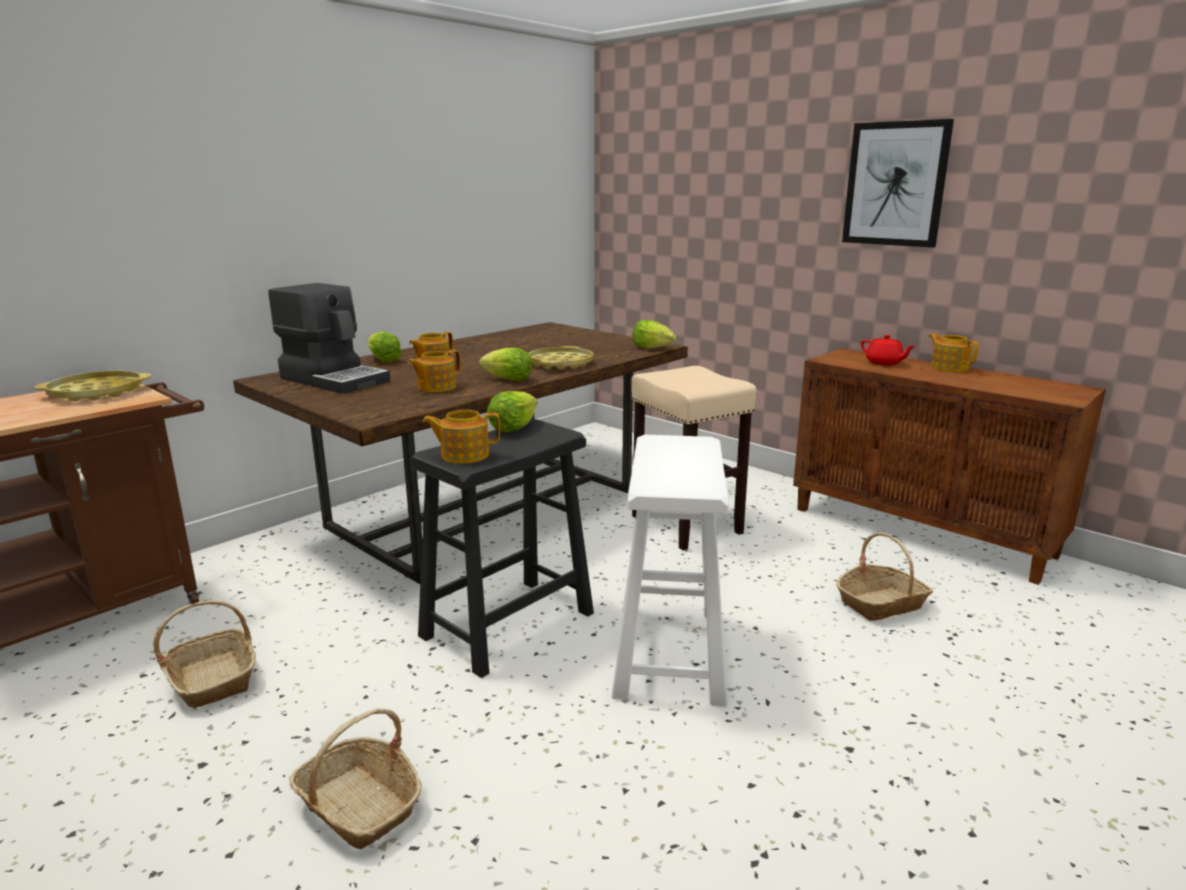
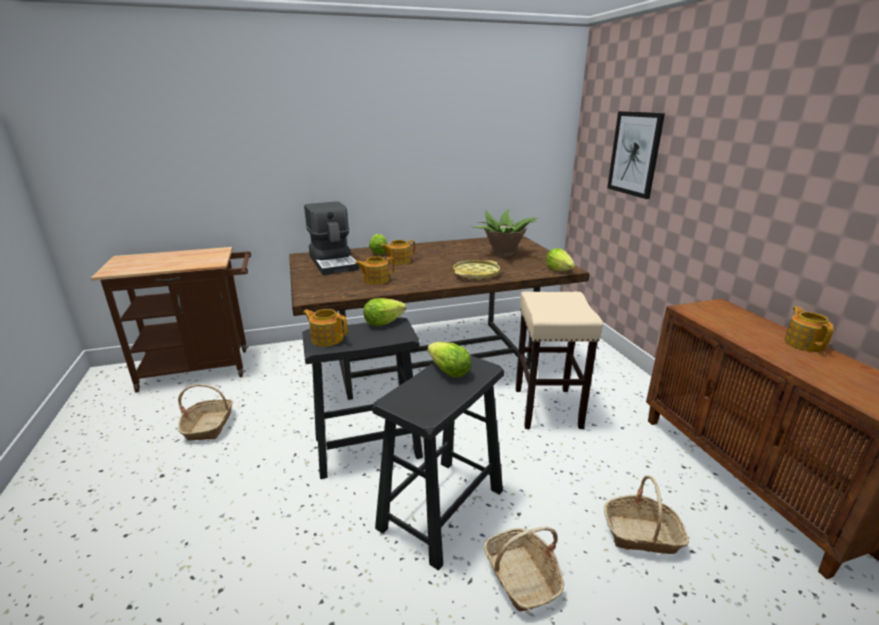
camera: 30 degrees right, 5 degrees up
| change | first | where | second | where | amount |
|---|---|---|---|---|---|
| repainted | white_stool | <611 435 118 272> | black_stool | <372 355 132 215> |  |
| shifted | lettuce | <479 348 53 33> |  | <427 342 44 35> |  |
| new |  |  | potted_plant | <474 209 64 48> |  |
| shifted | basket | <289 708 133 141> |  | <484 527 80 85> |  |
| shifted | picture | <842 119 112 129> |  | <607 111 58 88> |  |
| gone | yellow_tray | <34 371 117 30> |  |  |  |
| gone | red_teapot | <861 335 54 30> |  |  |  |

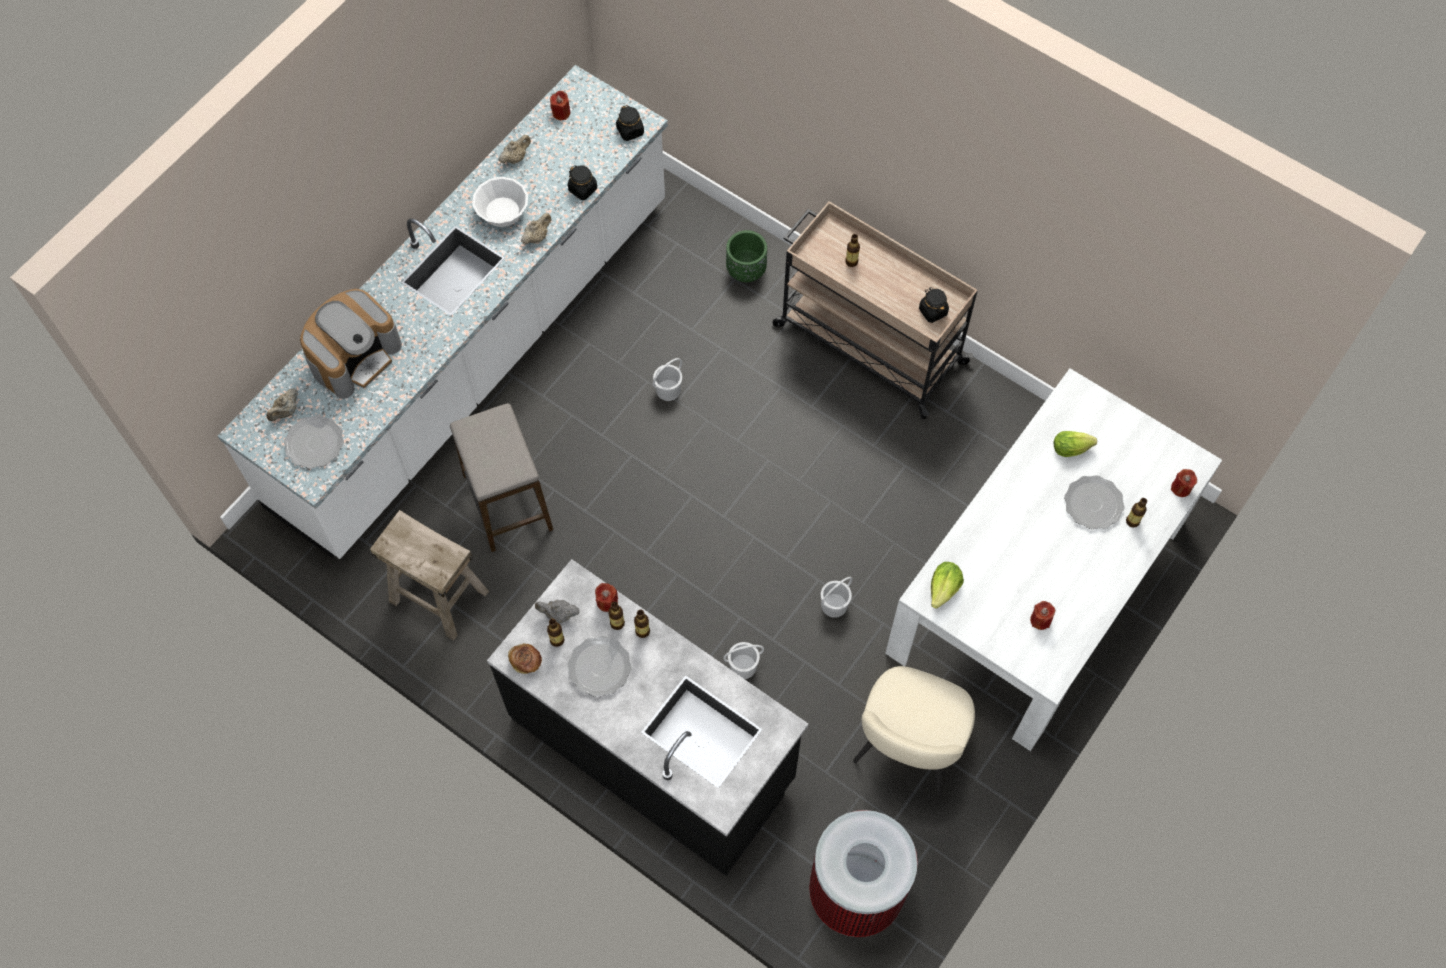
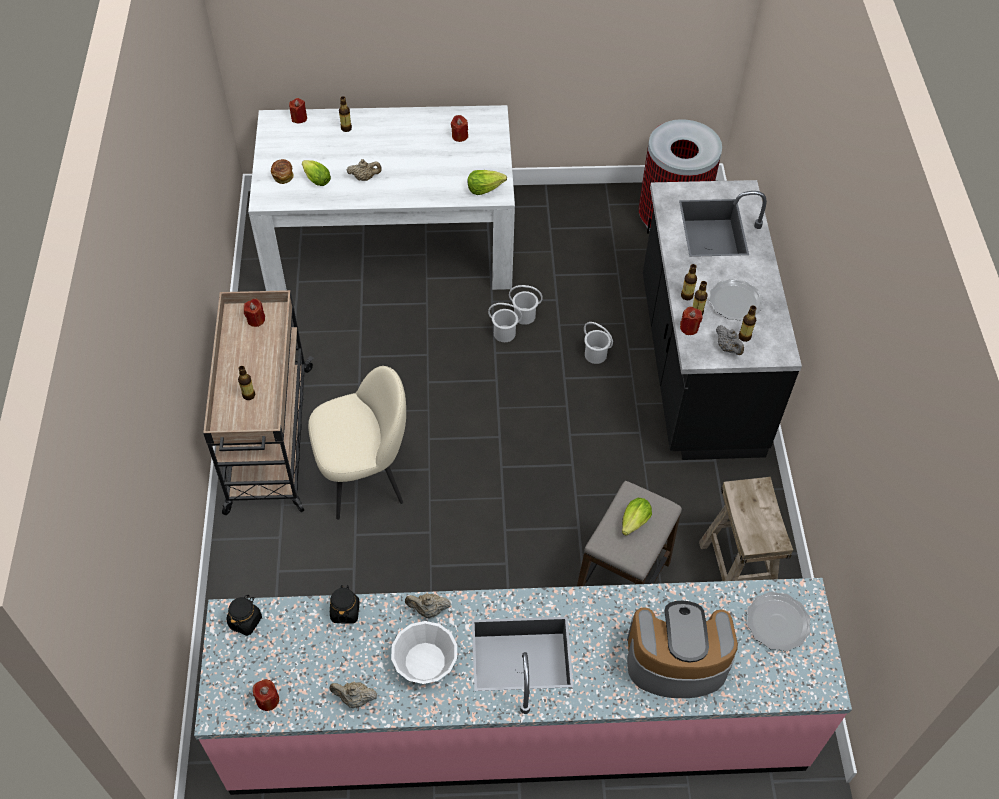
camera: 130 degrees left, 10 degrees down
| change | first | where | second | where | amount |
|---|---|---|---|---|---|
| repainted | white_counter | <218 65 450 494> | pink_counter | <194 578 658 217> |  |
| swapped | black_jar | <919 287 30 36> | red_candle | <244 298 21 29> |  |
| shifted | bread | <508 643 34 31> |  | <271 159 23 25> |  |
| shifted | beige_chair | <853 666 122 130> |  | <308 366 98 154> |  |
| shifted | beige_teapot | <266 388 32 33> |  | <347 159 35 22> |  |
| shifted | white_bucket | <653 358 29 43> |  | <509 285 34 40> |  |
| new |  |  | lettuce | <622 498 30 37> |  |
| gone | green_planter | <726 230 41 52> |  |  |  |
| gone | plate | <1064 475 61 54> |  |  |  |

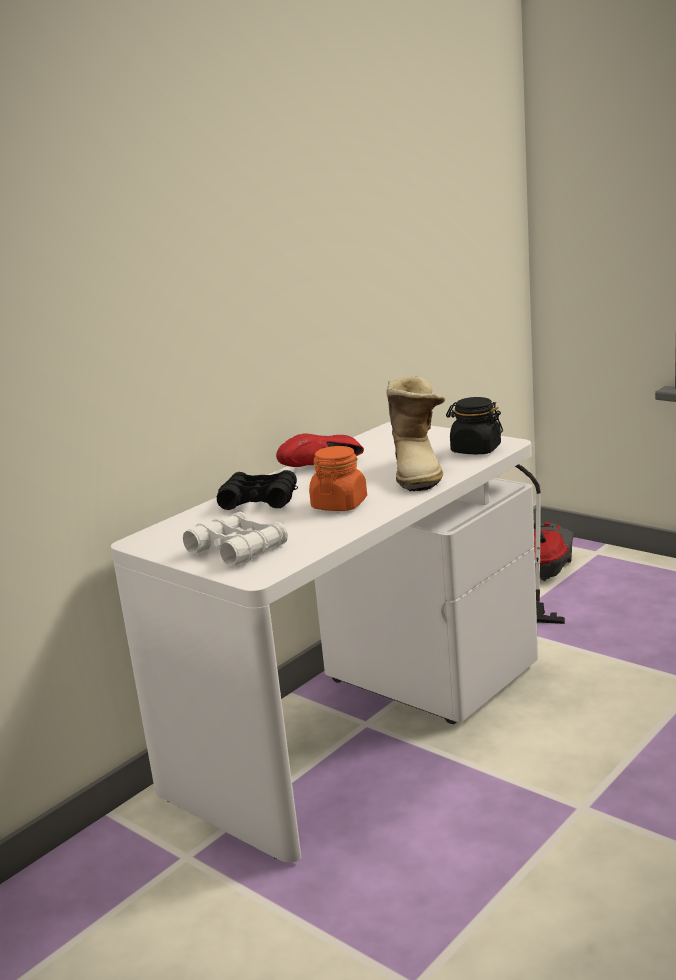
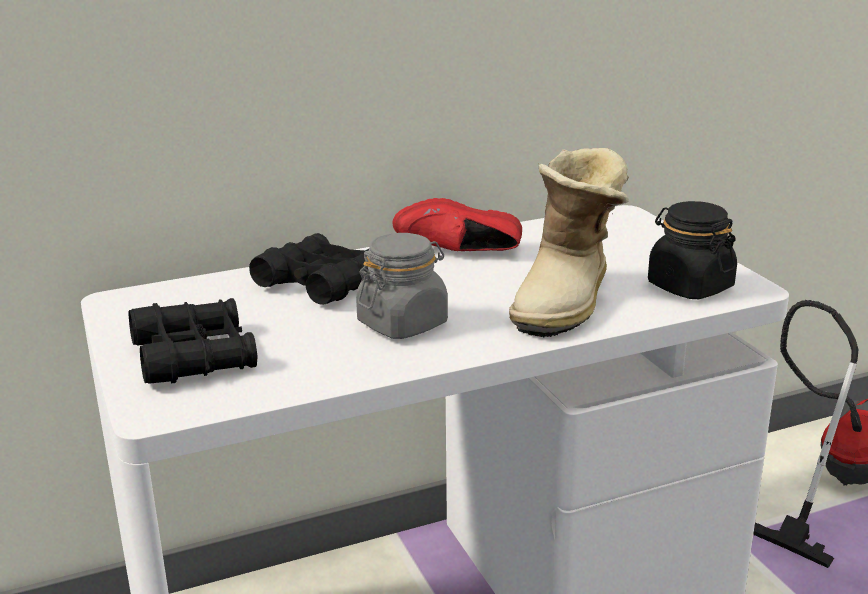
camera: 25 degrees right, 5 degrees up
| change | first | where | second | where | amount |
|---|---|---|---|---|---|
| repainted | white_binoculars | <183 512 105 54> | black_binoculars | <129 298 129 86> |  |
| repainted | orange_jar | <309 446 58 65> | grey_jar | <356 233 92 106> |  |

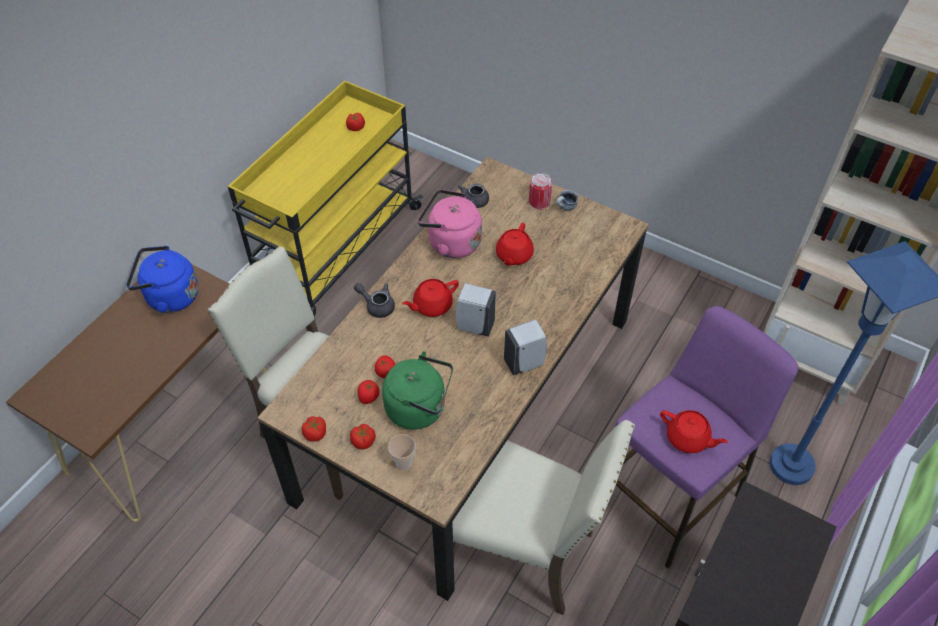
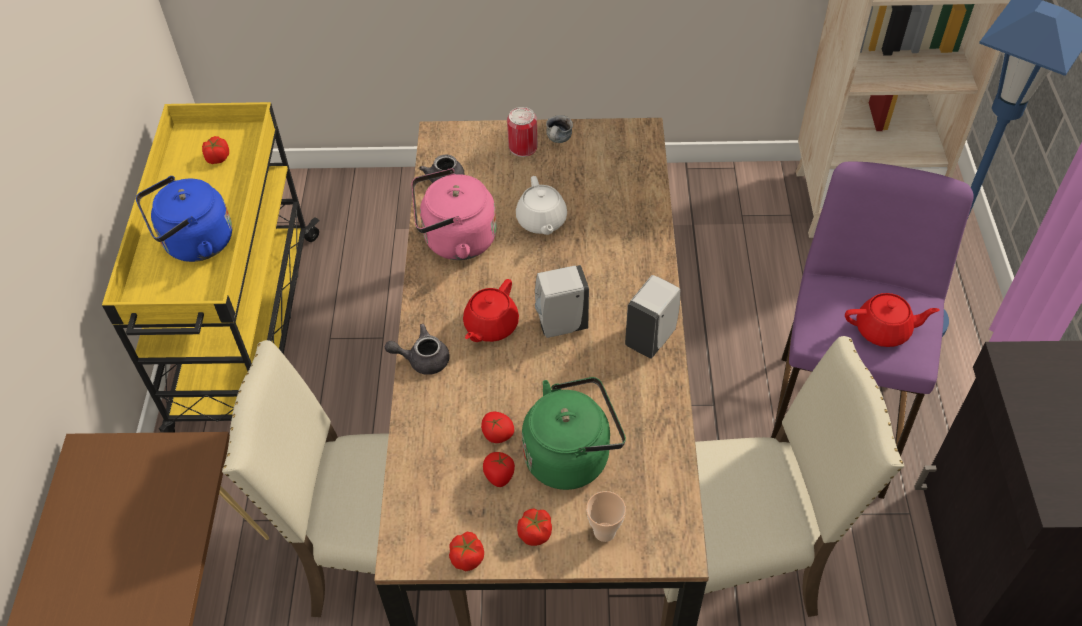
camera: 30 degrees left, 0 degrees up
| change | first | where | second | where | amount |
|---|---|---|---|---|---|
| shifted | blue_kettle | <126 246 73 67> |  | <136 176 96 86> |  |
| repainted | red_teapot | <496 223 38 43> | white_teapot | <516 176 51 59> |  |

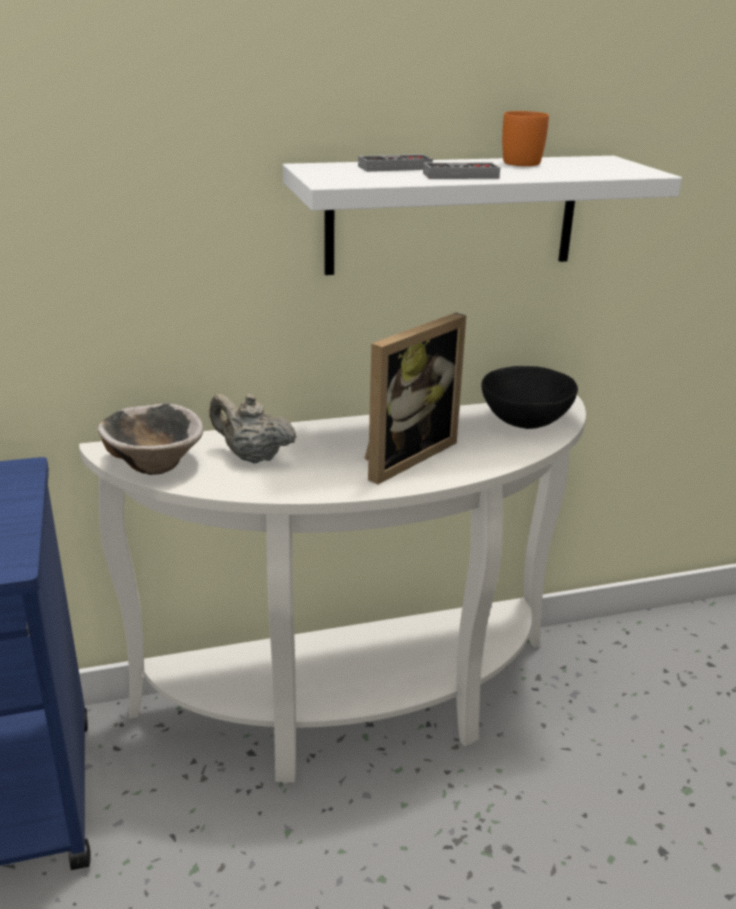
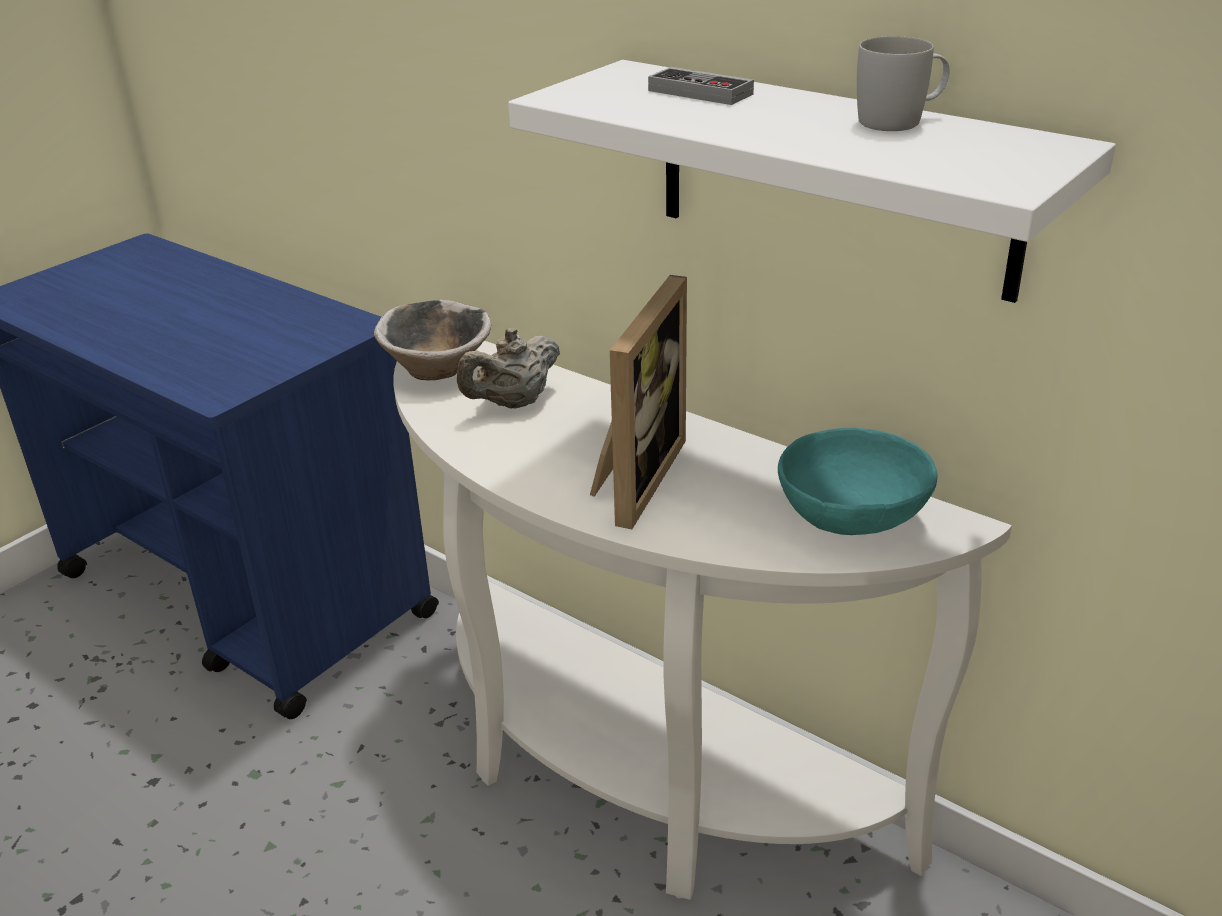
camera: 55 degrees right, 5 degrees up
| change | first | where | second | where | amount |
|---|---|---|---|---|---|
| rotated | beige_teapot | <209 394 88 70> |  | <457 328 103 80> | 120 degrees counterclockwise |
| rotated | picture_frame | <365 313 101 172> |  | <590 275 97 254> | 75 degrees counterclockwise |
| repainted | black_bowl | <482 366 96 63> | turquoise_bowl | <778 428 160 107> |  |
| repainted | orange_mug | <502 111 47 55> | white_mug | <857 36 92 95> |  |
| gone | game_controller | <423 162 77 17> |  |  |  |

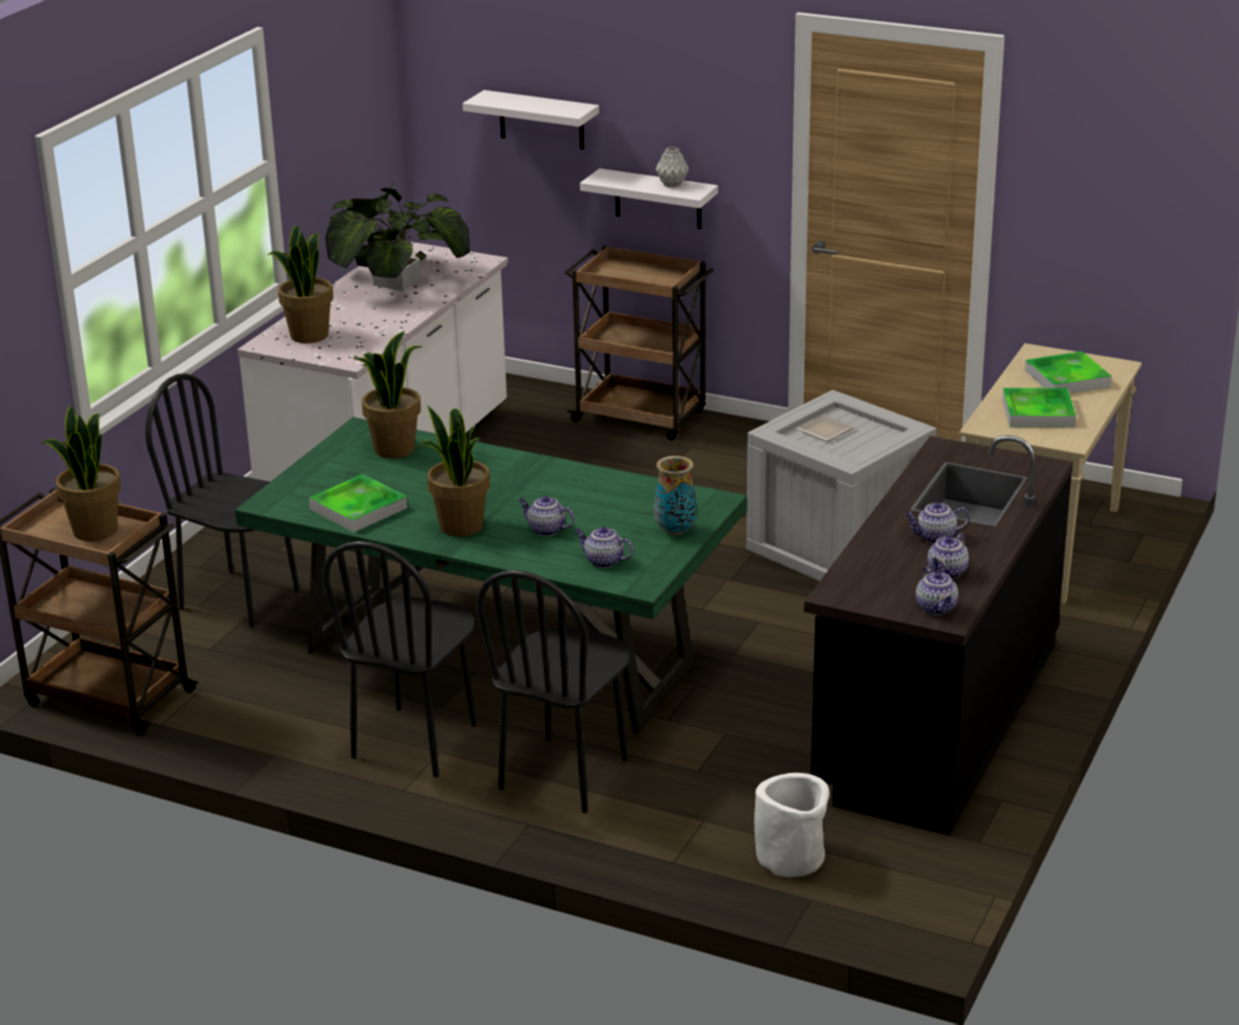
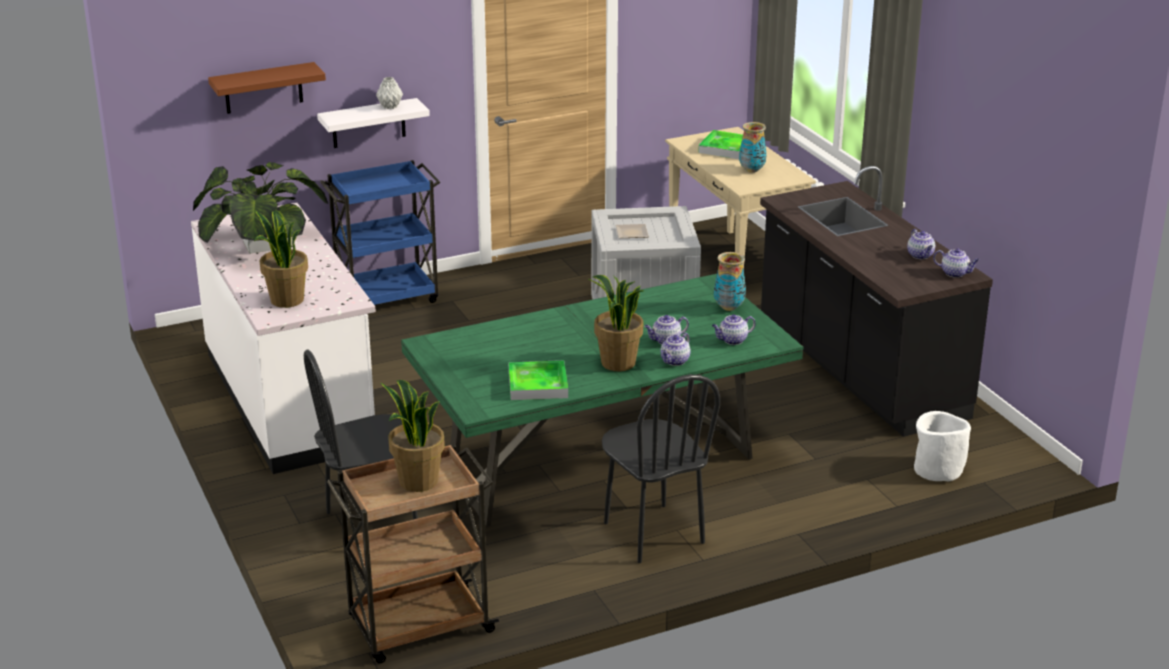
camera: 50 degrees left, 0 degrees up
| change | first | where | second | where | amount |
|---|---|---|---|---|---|
| repainted | white_shelf | <463 90 136 60> | brown_shelf | <208 62 118 52> |  |
| repainted | brown_cart | <565 245 149 196> | blue_cart | <320 160 120 145> |  |
| shifted | teapot | <905 502 65 41> |  | <661 333 30 33> |  |
| swapped | tray | <1002 388 74 39> | vase | <739 122 28 51> |  |
| gone | potted_plant | <353 331 70 128> |  |  |  |
| gone | black_chair | <477 570 152 243> |  |  |  |

